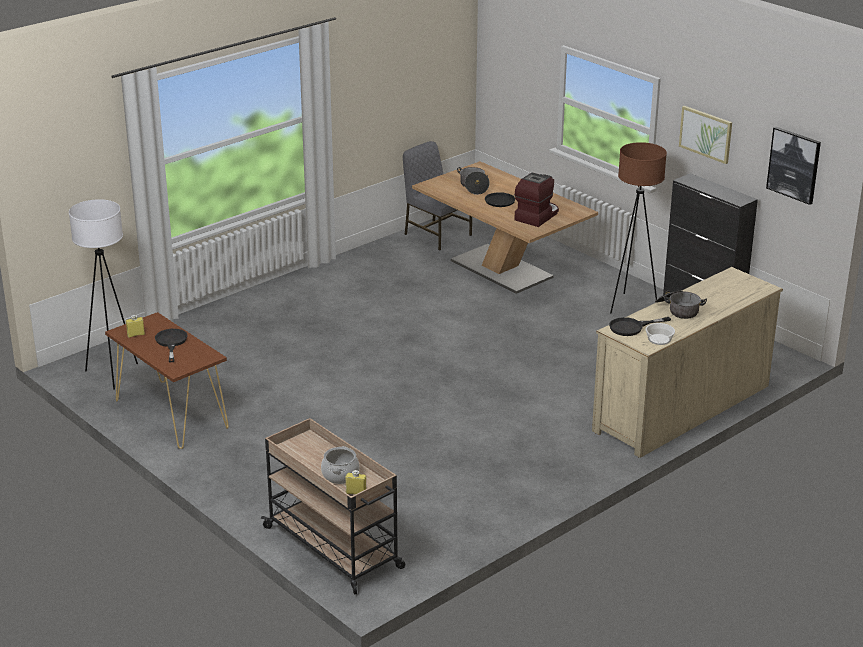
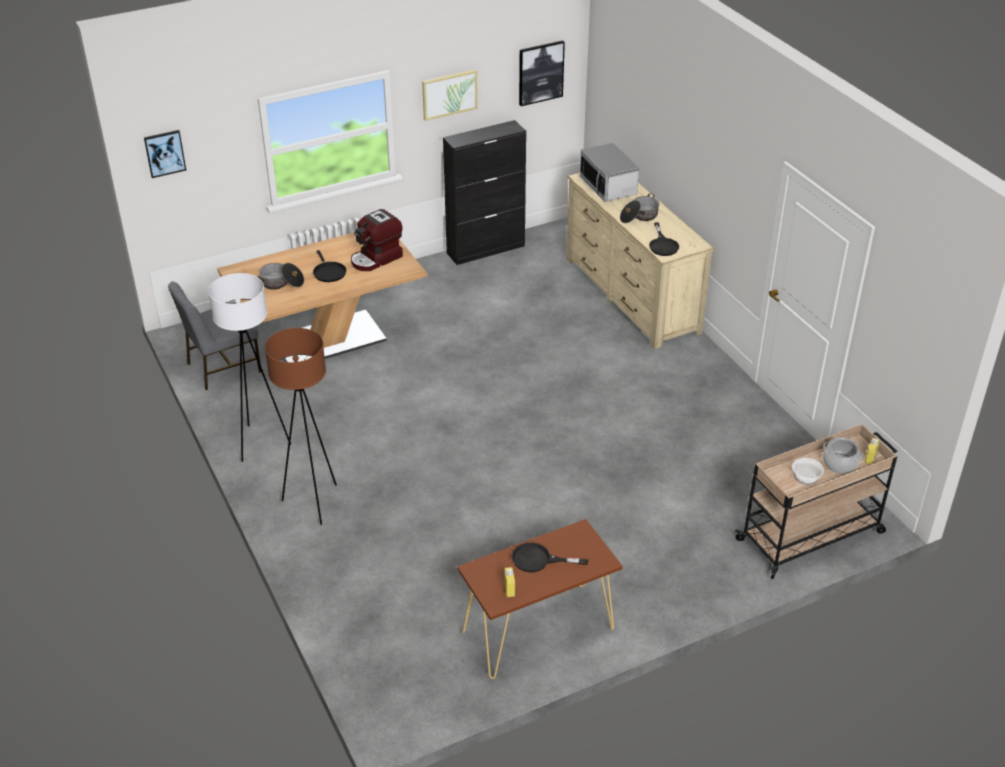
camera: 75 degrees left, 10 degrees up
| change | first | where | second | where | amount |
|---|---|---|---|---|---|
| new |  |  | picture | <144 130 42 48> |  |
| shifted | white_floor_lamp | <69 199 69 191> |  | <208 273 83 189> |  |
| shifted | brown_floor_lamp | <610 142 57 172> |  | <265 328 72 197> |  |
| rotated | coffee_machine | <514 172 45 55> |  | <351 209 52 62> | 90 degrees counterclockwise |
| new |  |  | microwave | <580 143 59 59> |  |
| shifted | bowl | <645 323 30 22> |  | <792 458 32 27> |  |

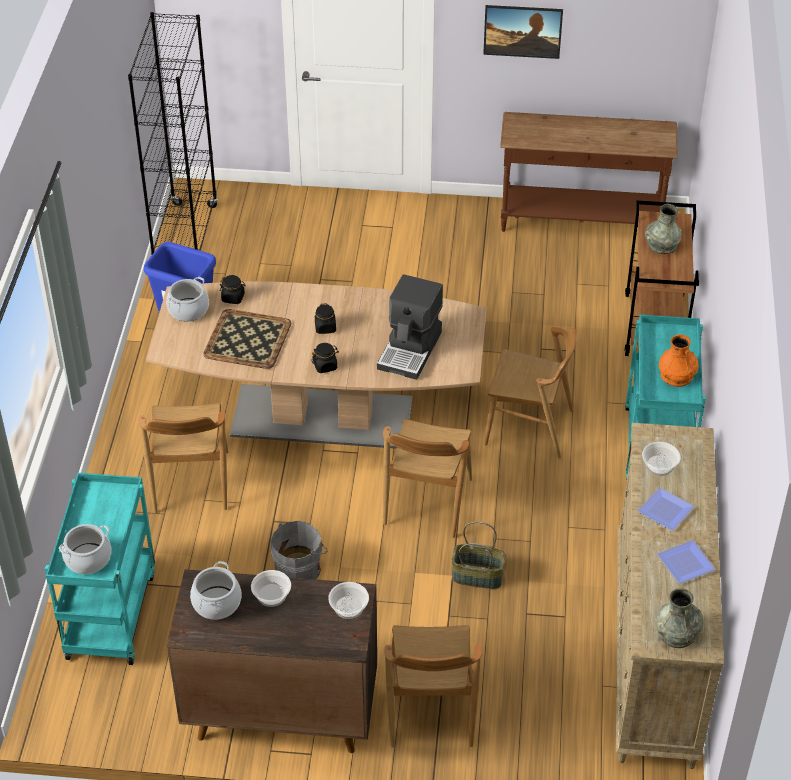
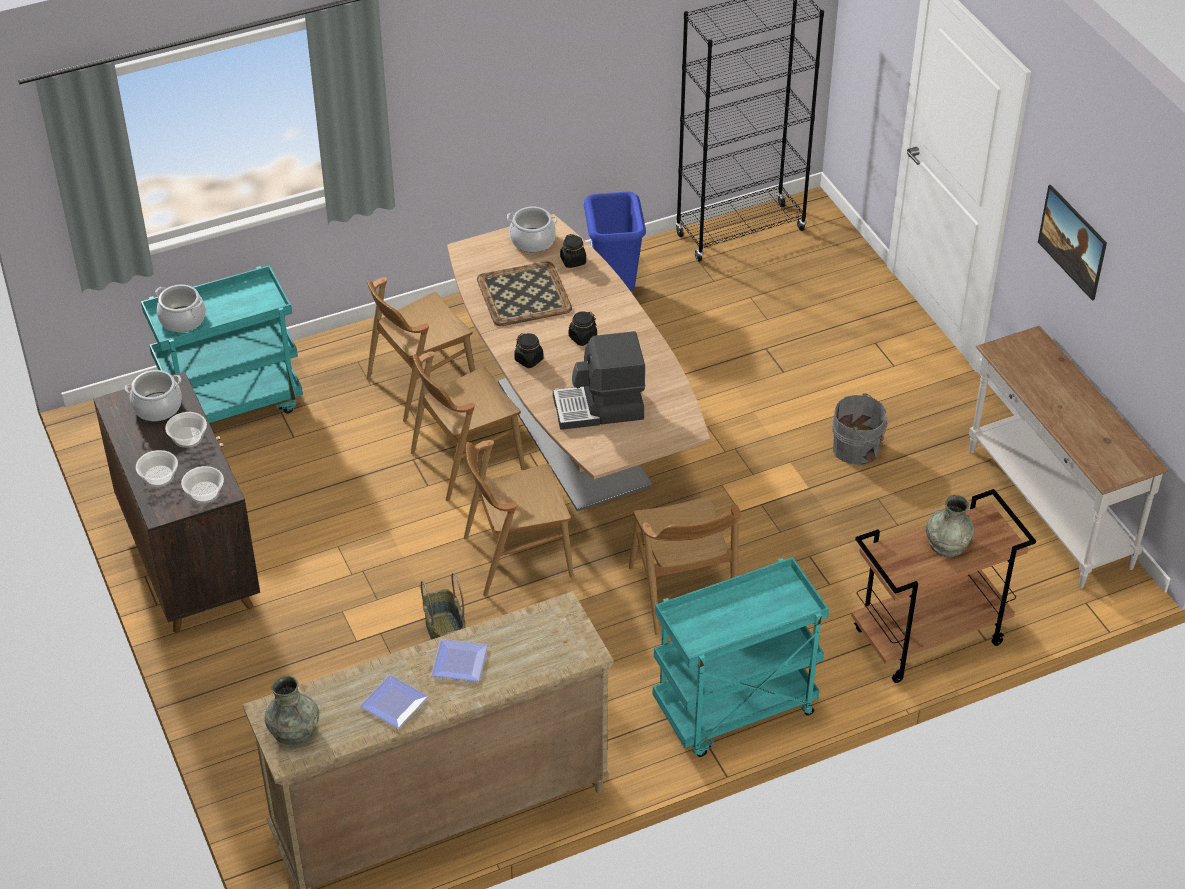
camera: 60 degrees right, 0 degrees up
| change | first | where | second | where | amount |
|---|---|---|---|---|---|
| shifted | bowl | <642 442 39 34> |  | <136 450 42 37> |  |
| shifted | brown_chair | <384 625 98 123> |  | <411 351 114 150> |  |
| shifted | grey_bucket | <270 520 58 59> |  | <832 393 55 72> |  |
| repainted | brown_console_table | <500 112 178 120> | white_console_table | <969 326 199 262> |  |
| gone | orange_vase | <659 334 40 53> |  |  |  |

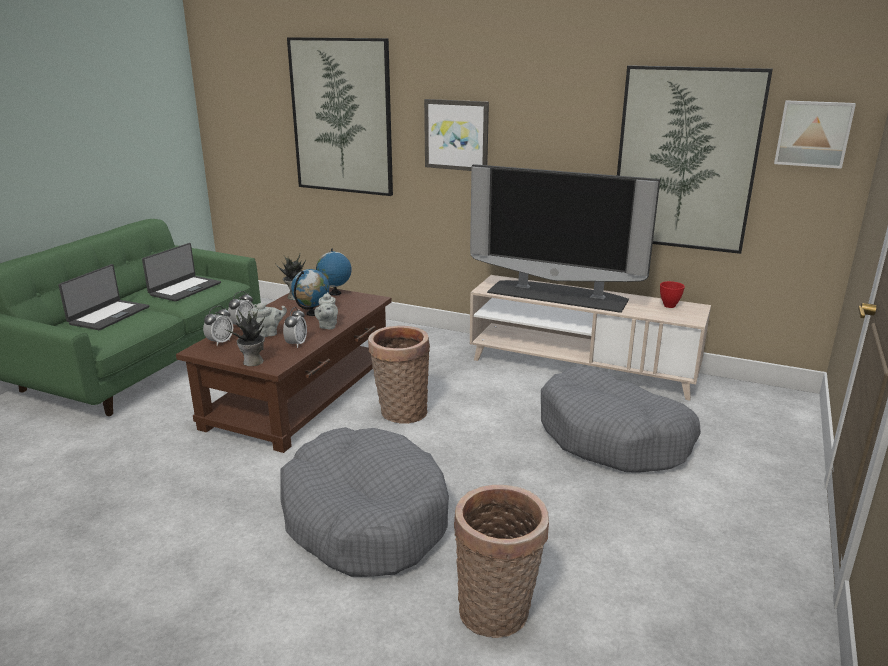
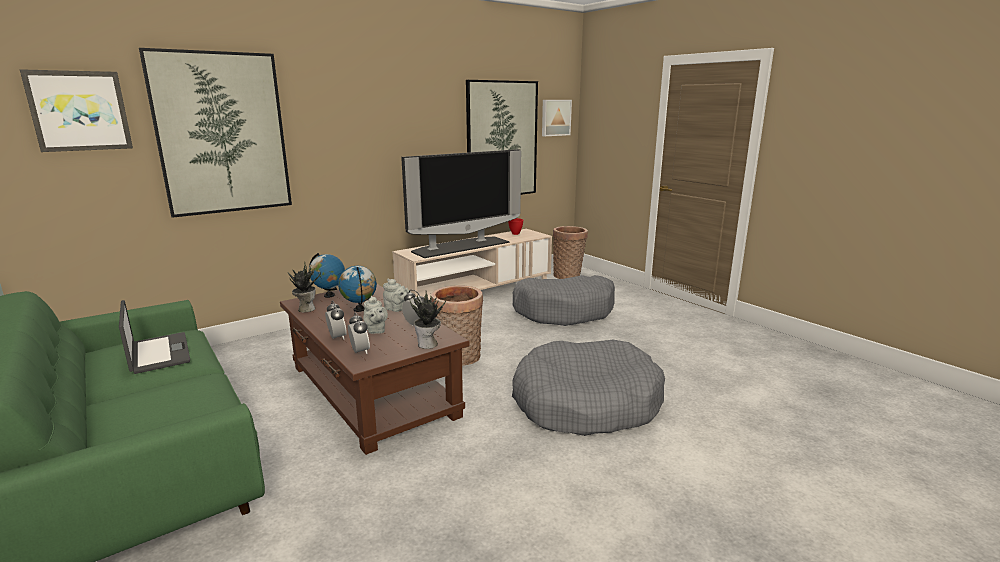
camera: 60 degrees left, 5 degrees down
| change | first | where | second | where | amount |
|---|---|---|---|---|---|
| shifted | picture | <424 99 65 72> |  | <20 69 113 83> |  |
| rotated | grey_teapot | <250 303 37 35> |  | <363 296 25 38> | 150 degrees clockwise |
| shifted | basket | <454 485 95 153> |  | <553 226 35 53> |  |
| gone | laptop | <58 264 91 66> |  |  |  |

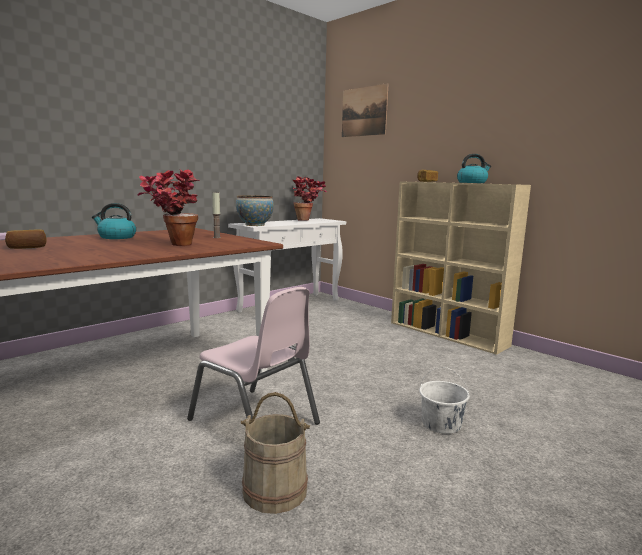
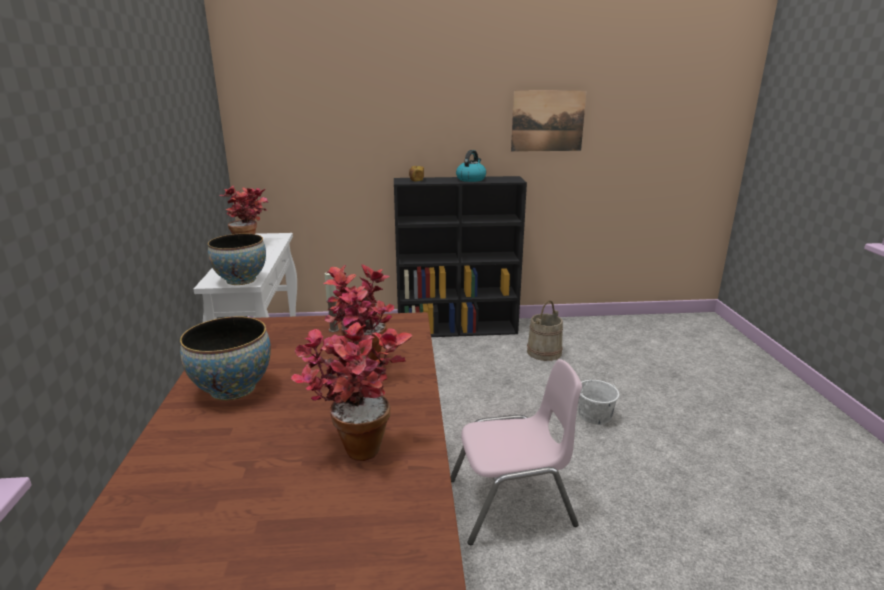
camera: 50 degrees left, 10 degrees up
| change | first | where | second | where | amount |
|---|---|---|---|---|---|
| swapped | kettle | <92 203 44 36> | bowl | <180 316 91 85> |  |
| new |  |  | potted_plant | <291 322 122 139> |  |
| repainted | beige_bookcase | <391 181 140 174> | black_bookcase | <394 176 133 161> |  |
| shifted | picture | <342 83 47 54> |  | <511 90 76 62> |  |
| shifted | beige_bucket | <241 392 69 122> |  | <527 300 36 61> |  |
| gone | bread | <5 230 42 19> |  |  |  |

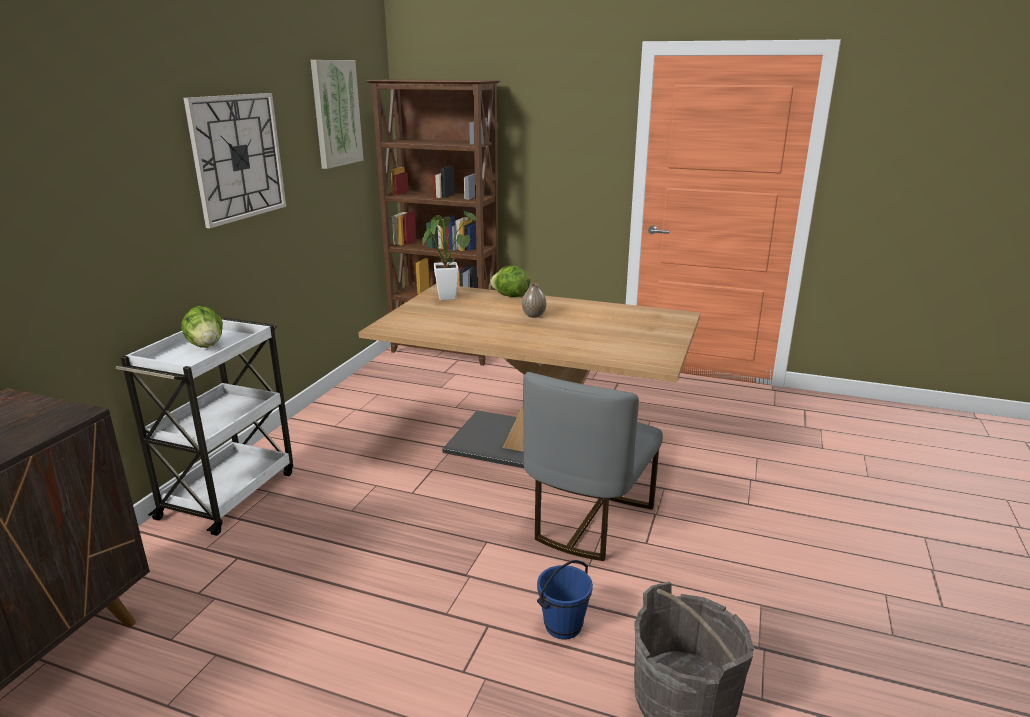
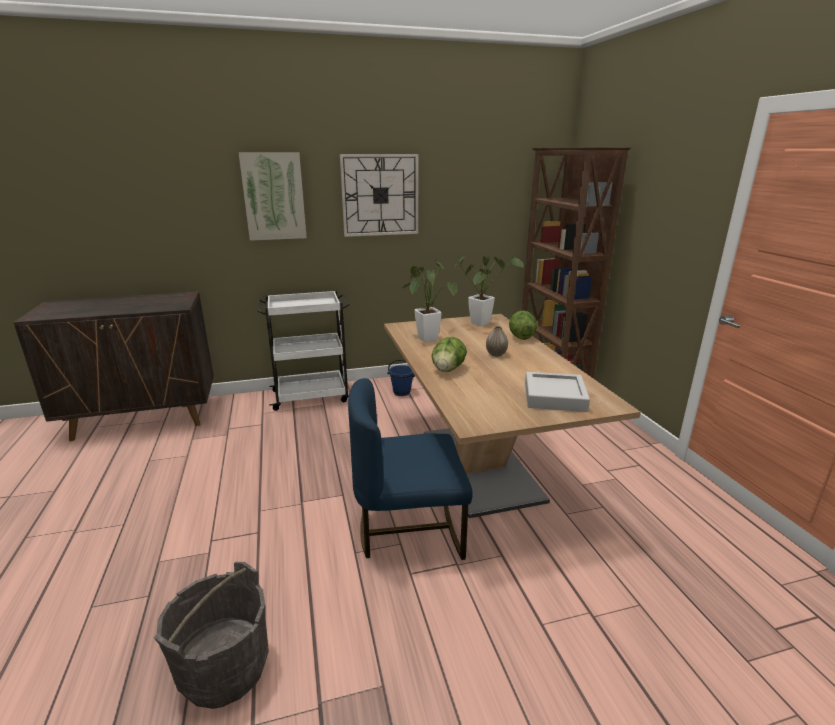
camera: 55 degrees right, 0 degrees up
| change | first | where | second | where | amount |
|---|---|---|---|---|---|
| shifted | picture | <311 60 53 109> |  | <238 152 69 89> |  |
| repainted | grey_chair | <523 372 140 189> | blue_chair | <348 378 125 182> |  |
| shifted | blue_bucket | <537 560 56 80> |  | <388 360 27 36> |  |
| new |  |  | potted_plant | <403 260 54 82> |  |
| shifted | lettuce | <181 306 42 42> |  | <432 337 35 35> |  |
| new |  |  | grey_tray | <525 372 65 40> |  |

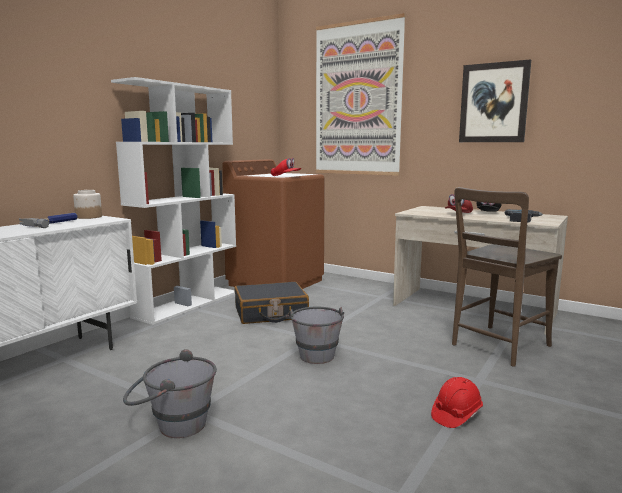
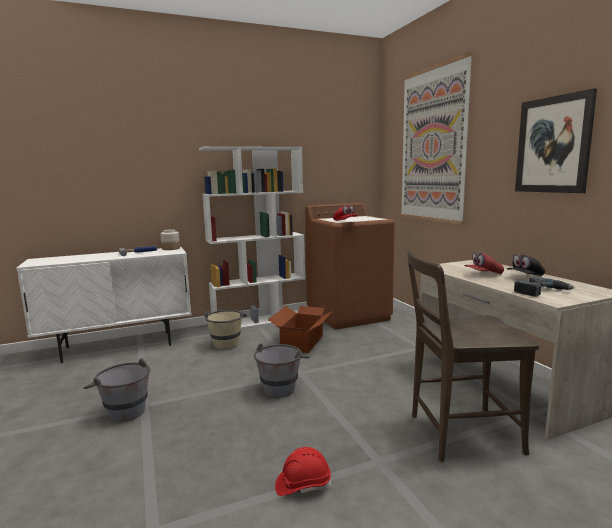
camera: 35 degrees right, 0 degrees up
| change | first | where | second | where | amount |
|---|---|---|---|---|---|
| new |  |  | beige_bucket | <204 310 43 39> |  |
| swapped | black_suitcase | <234 282 75 42> | cardboard_box | <268 306 66 47> |  |

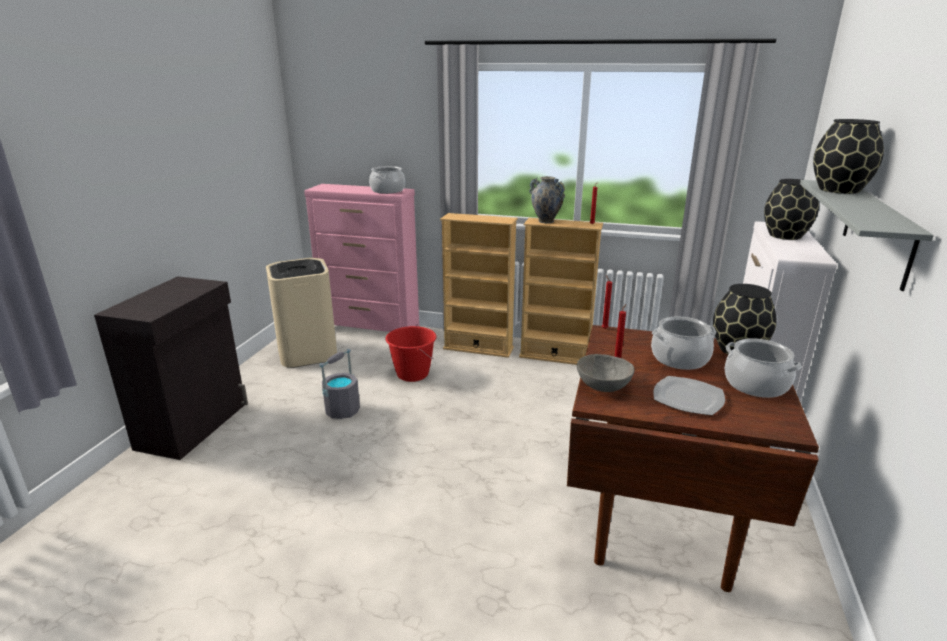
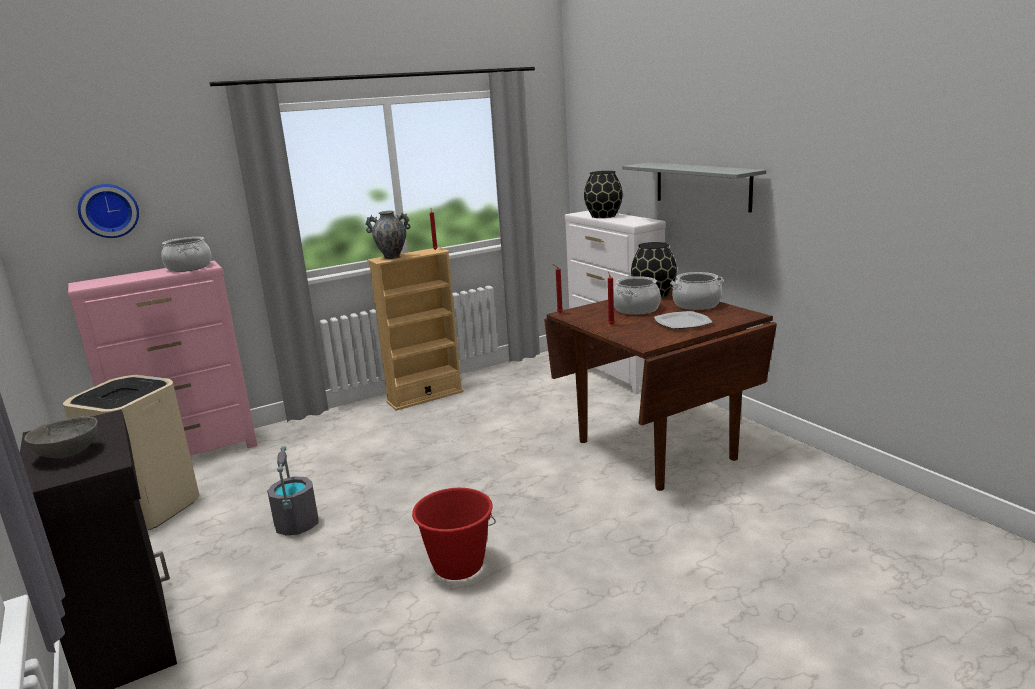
camera: 45 degrees left, 5 degrees down
| change | first | where | second | where | amount |
|---|---|---|---|---|---|
| shifted | grey_bowl | <577 354 57 38> |  | <24 416 74 42> |  |
| new |  |  | wall_clock | <78 184 61 54> |  |
| shifted | red_bucket | <385 326 52 56> |  | <412 488 84 92> |  |
| gone | beige_bookcase | <440 213 78 145> |  |  |  |
| gone | black_vase | <813 119 71 75> |  |  |  |

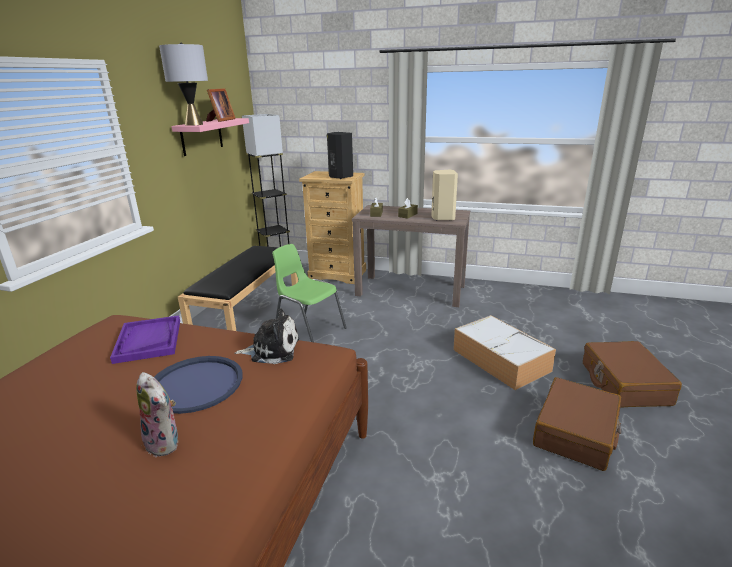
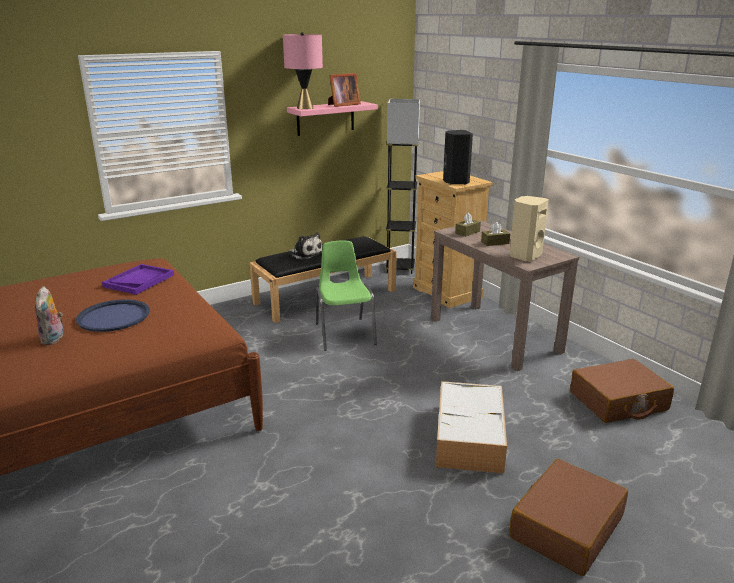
camera: 40 degrees right, 0 degrees up
| change | first | where | second | where | amount |
|---|---|---|---|---|---|
| repainted | grey_table_lamp | <159 43 49 83> | pink_table_lamp | <283 32 40 77> |  |
| shifted | plush_toy | <234 308 65 56> |  | <289 233 33 27> |  |
| shifted | brown_suitcase | <533 377 88 94> |  | <570 359 104 64> |  |

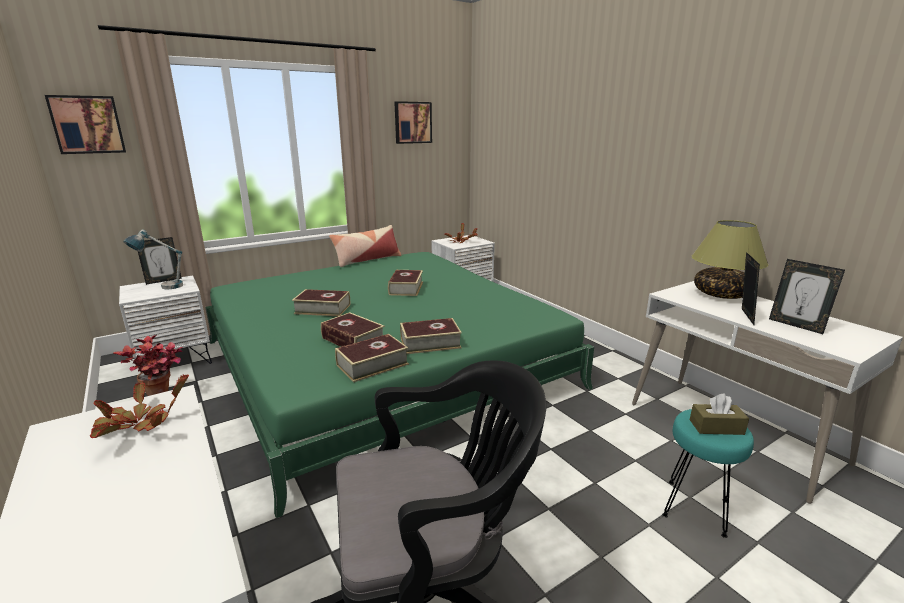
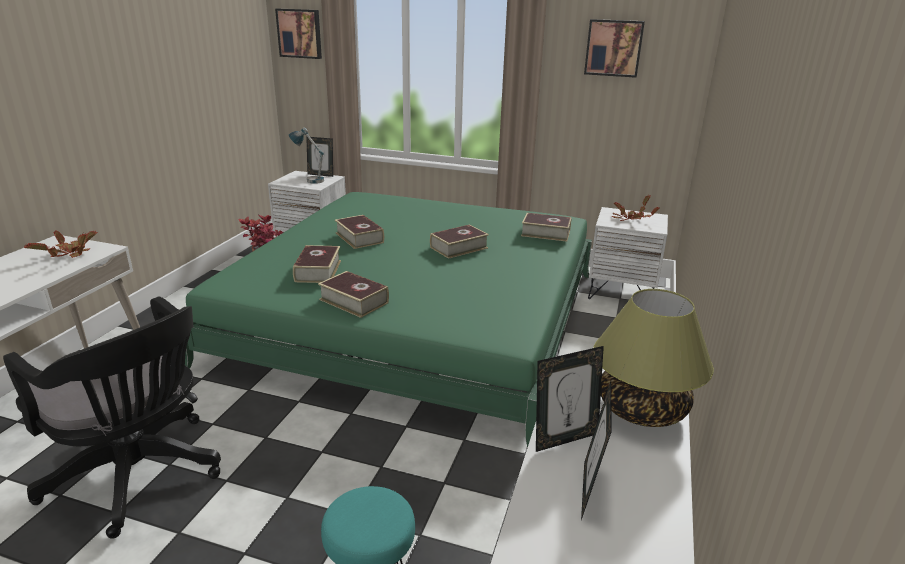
camera: 50 degrees right, 5 degrees up
| change | first | where | second | where | amount |
|---|---|---|---|---|---|
| shifted | book | <335 334 74 48> |  | <521 213 51 28> |  |
| gone | pillow | <329 225 73 42> |  |  |  |
| gone | brown_tissue_box | <690 394 59 41> |  |  |  |

